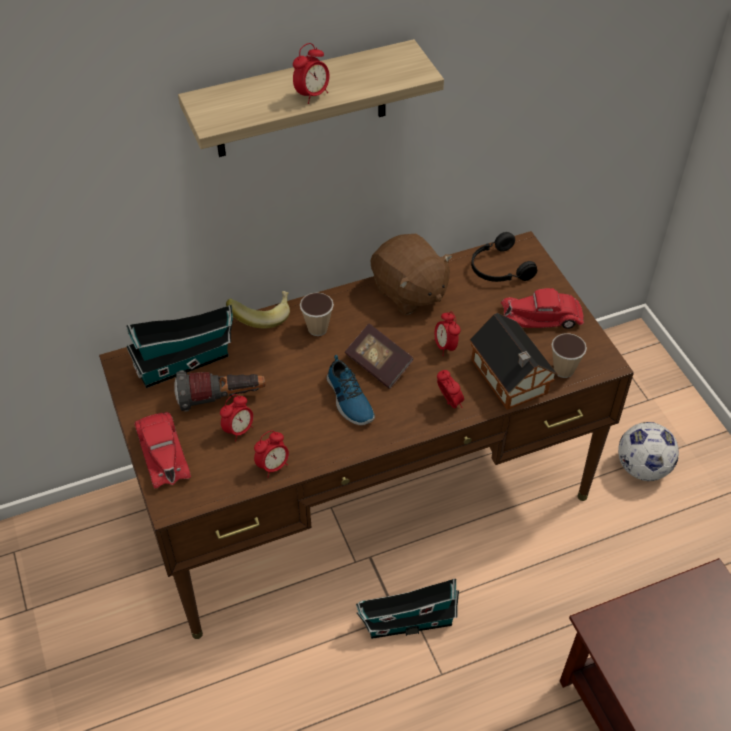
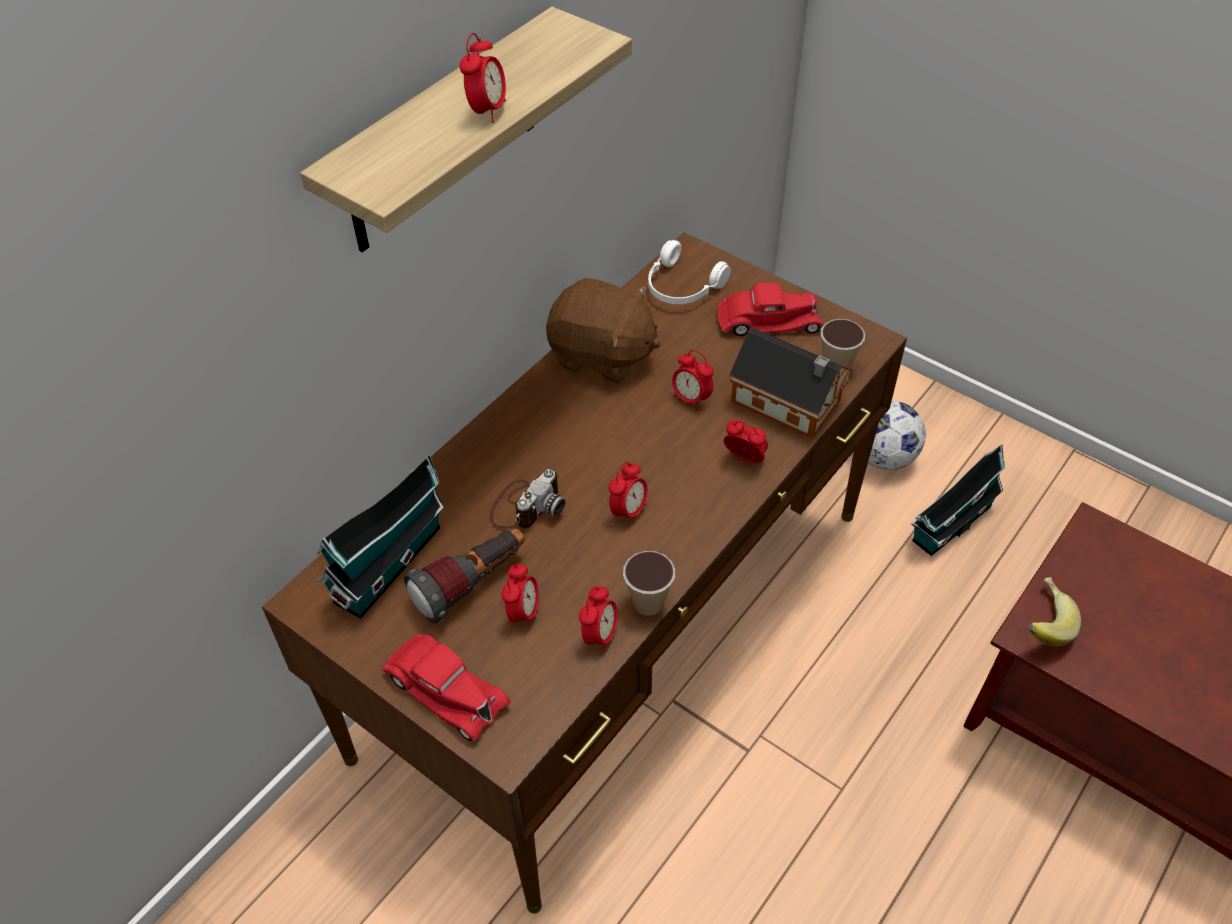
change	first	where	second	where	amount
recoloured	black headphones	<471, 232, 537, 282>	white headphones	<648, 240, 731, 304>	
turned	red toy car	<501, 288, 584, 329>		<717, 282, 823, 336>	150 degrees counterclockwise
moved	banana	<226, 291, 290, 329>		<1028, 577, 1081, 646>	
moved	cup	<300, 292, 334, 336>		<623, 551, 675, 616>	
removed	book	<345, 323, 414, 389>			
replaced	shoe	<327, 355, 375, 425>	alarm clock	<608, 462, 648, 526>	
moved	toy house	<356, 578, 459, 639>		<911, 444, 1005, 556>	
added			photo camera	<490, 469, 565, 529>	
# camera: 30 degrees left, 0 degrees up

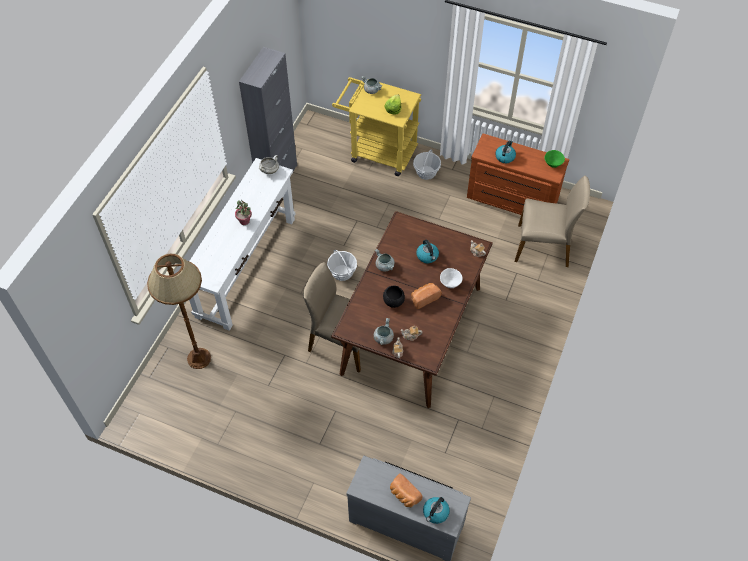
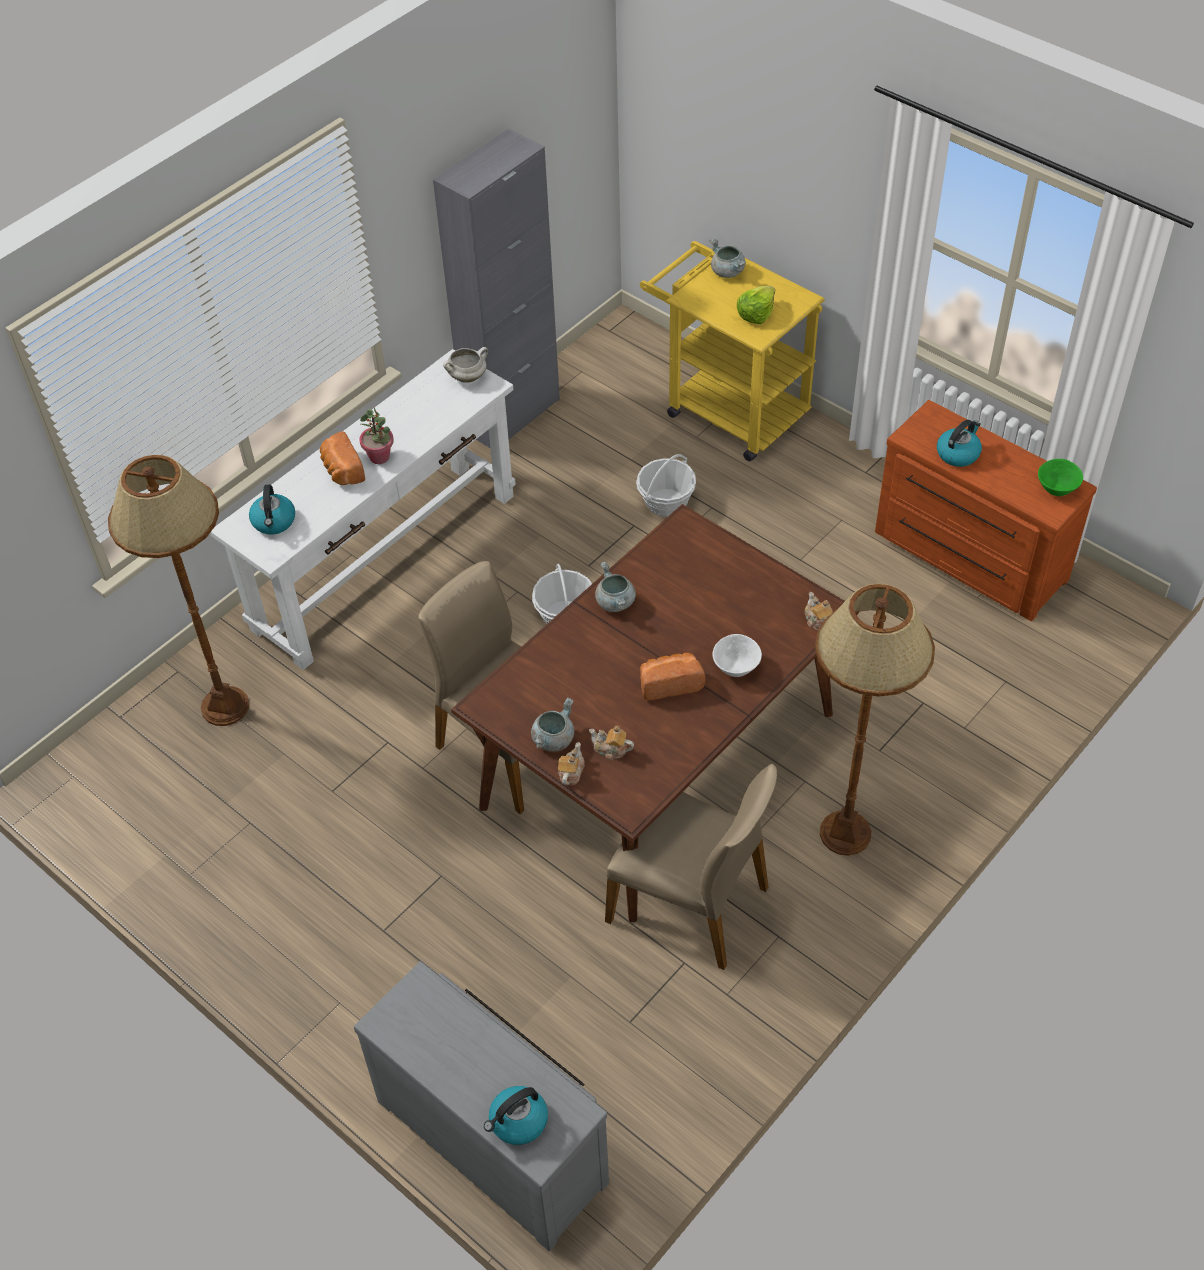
change	first	where	second	where	amount
moved	basket	<413, 150, 441, 180>		<636, 454, 696, 517>	
moved	beige chair	<515, 175, 590, 267>		<605, 764, 777, 970>	
moved	kettle	<416, 240, 439, 263>		<249, 484, 295, 535>	
removed	black bowl	<383, 286, 405, 308>			
moved	bread	<390, 473, 423, 507>		<320, 431, 365, 485>	
added			brown floor lamp	<815, 584, 935, 856>	
# camera: 20 degrees right, 5 degrees down

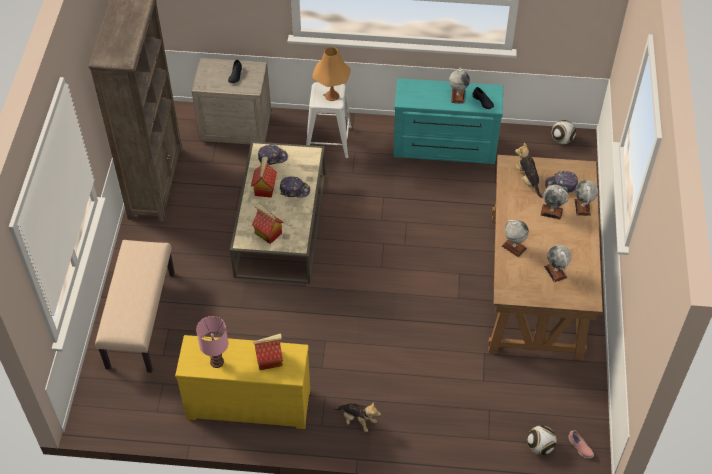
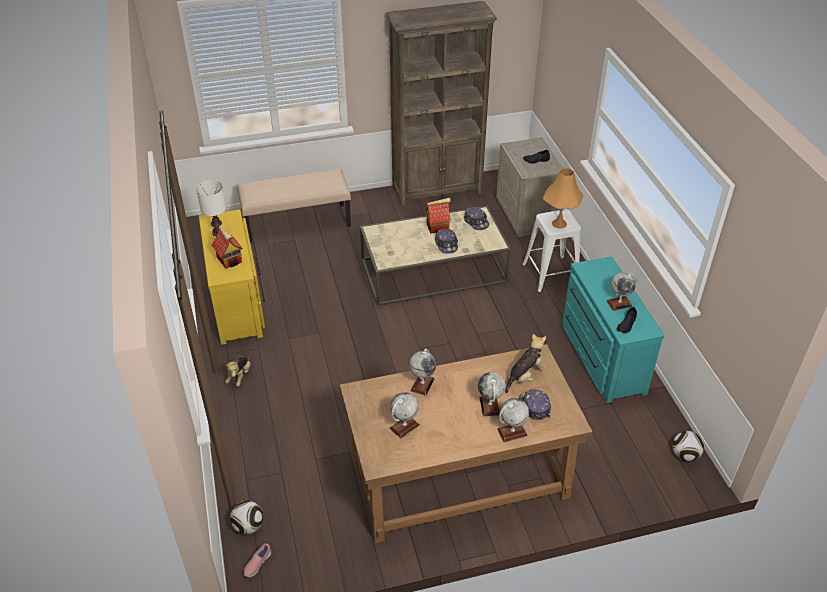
change	first	where	second	where	amount
removed	toy house	<252, 203, 284, 244>			
recoloured	pink table lamp	<196, 316, 228, 368>	white table lamp	<196, 180, 226, 236>	
# camera: 70 degrees right, 10 degrees down

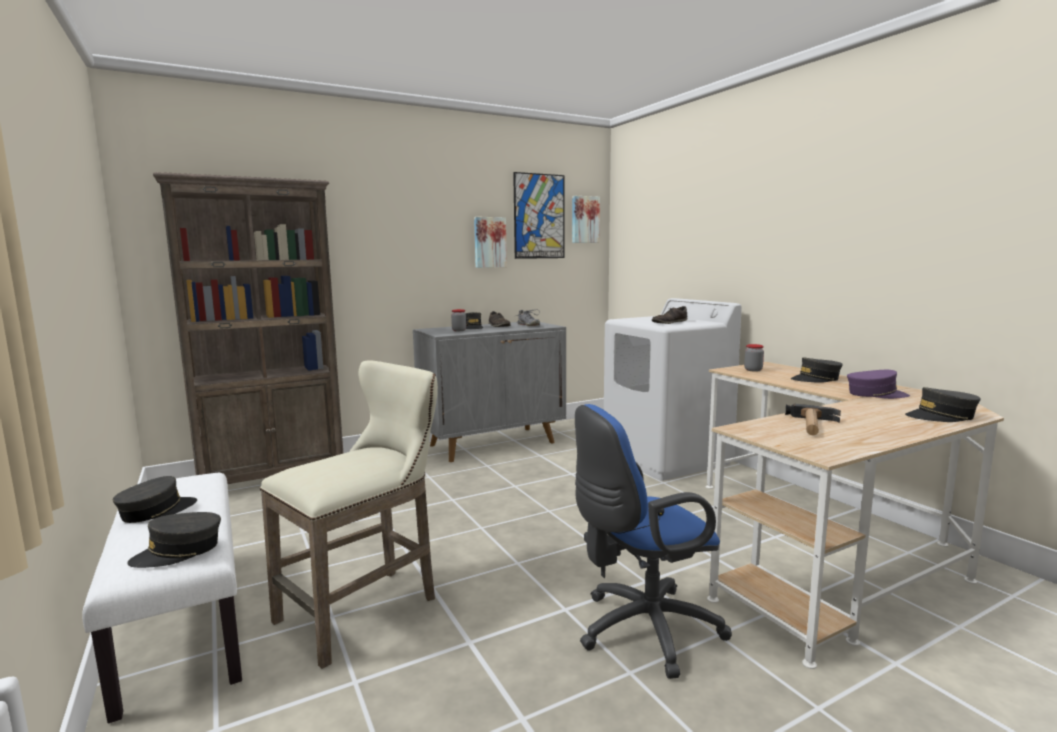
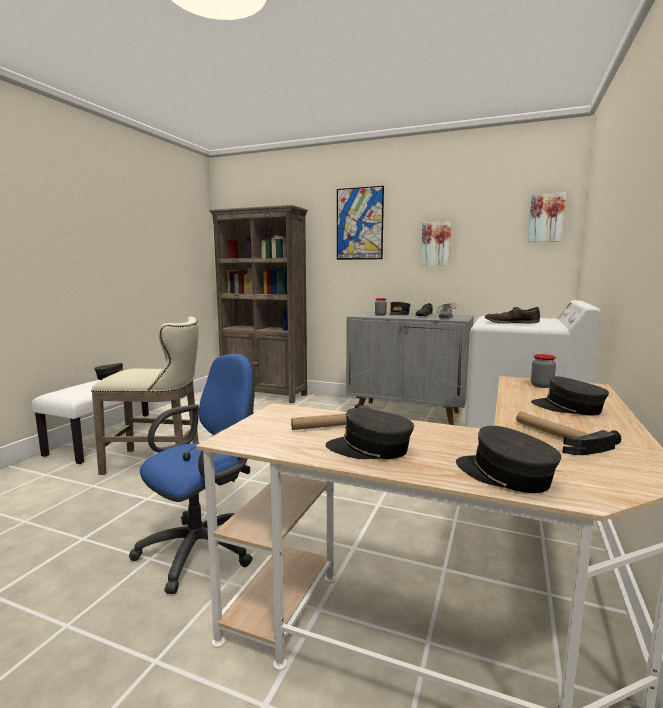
change	first	where	second	where	amount
moved	picture	<513, 172, 565, 259>		<337, 186, 384, 260>	
replaced	purple cap	<847, 370, 910, 399>	hammer	<516, 412, 621, 455>	
turned	blue office chair	<575, 404, 732, 679>		<129, 354, 255, 594>	105 degrees clockwise
moved	grey cap	<127, 512, 221, 568>		<326, 408, 414, 459>	
# camera: 50 degrees right, 0 degrees up

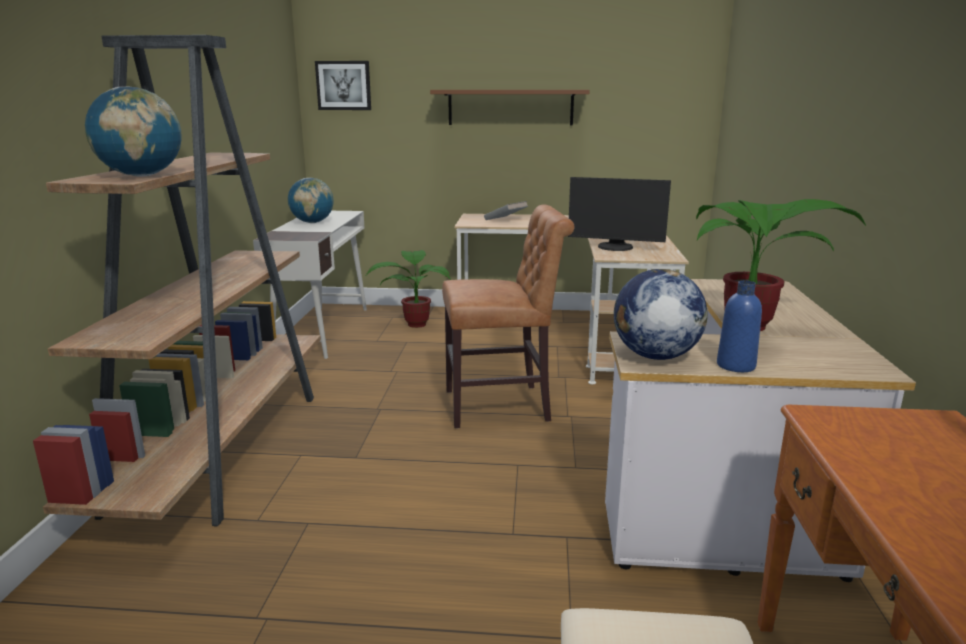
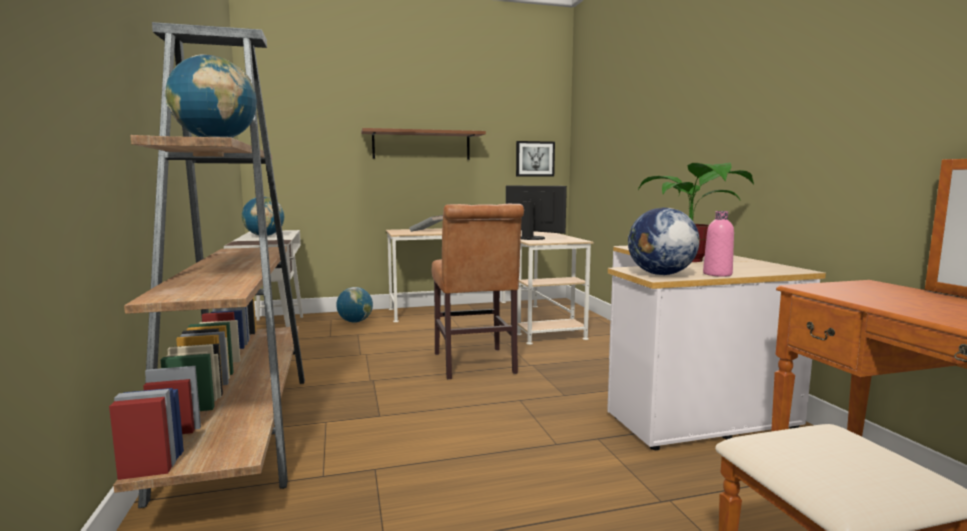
change	first	where	second	where	amount
moved	picture	<315, 61, 371, 110>		<516, 141, 555, 177>	
turned	monitor	<568, 177, 671, 251>		<506, 186, 567, 240>	135 degrees counterclockwise
turned	brown chair	<442, 204, 574, 429>		<432, 204, 524, 380>	105 degrees clockwise
replaced	potted plant	<365, 250, 451, 328>	globe	<336, 287, 373, 323>	
recoloured	blue bottle	<717, 280, 762, 372>	pink bottle	<703, 211, 734, 277>	
# camera: 20 degrees left, 10 degrees down

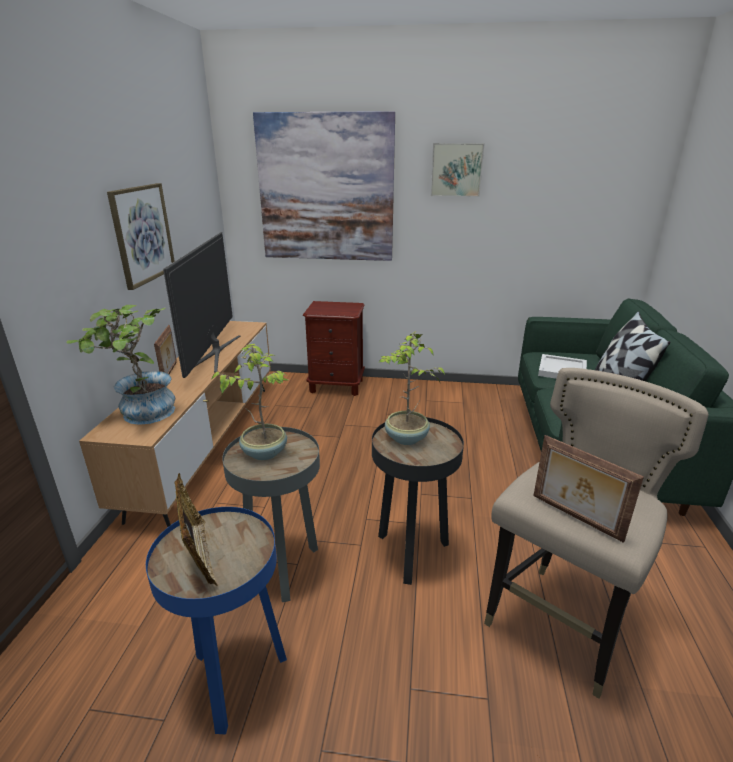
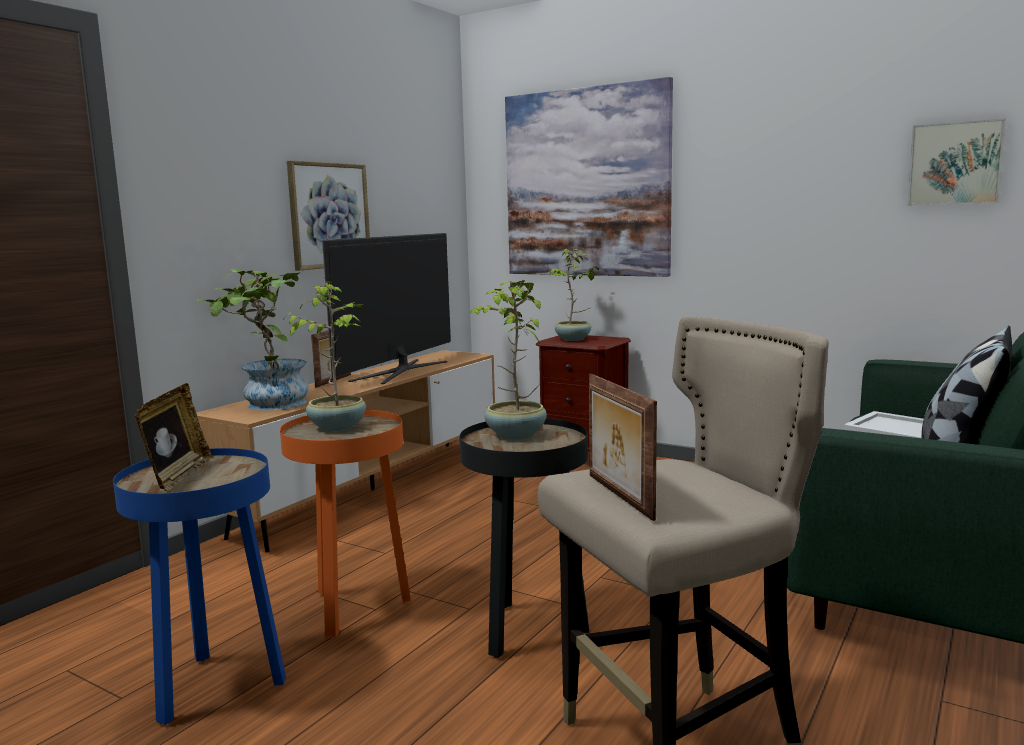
change	first	where	second	where	amount
moved	picture	<430, 143, 485, 197>		<907, 119, 1006, 206>	
recoloured	grey side table	<222, 427, 320, 602>	orange side table	<280, 410, 411, 638>	
added			potted plant	<549, 249, 599, 341>	
# camera: 25 degrees right, 15 degrees down

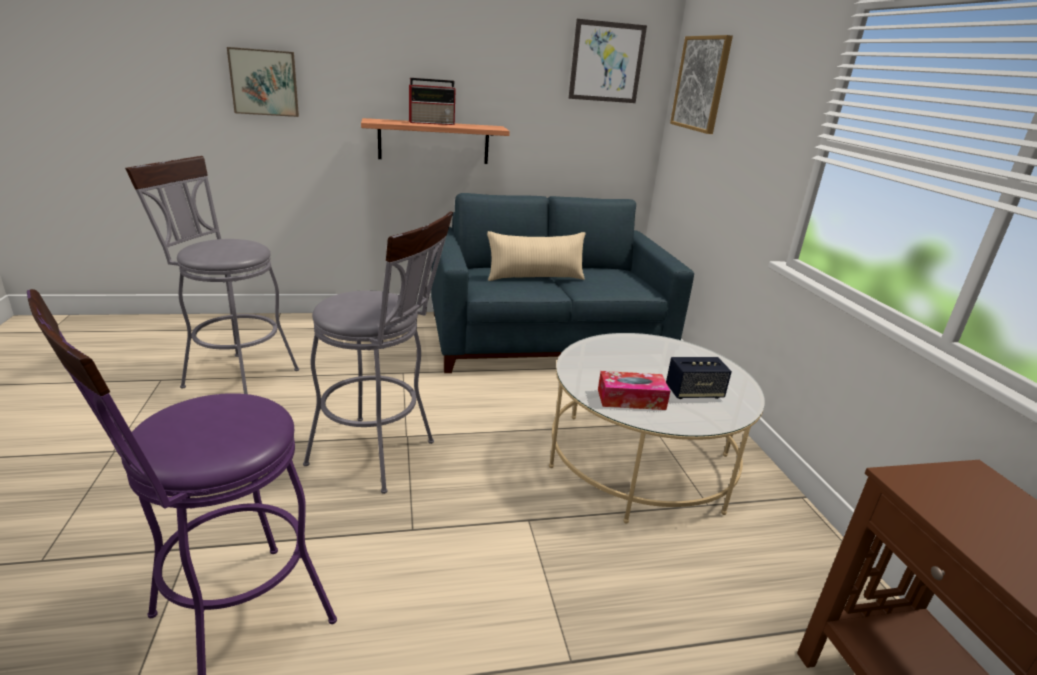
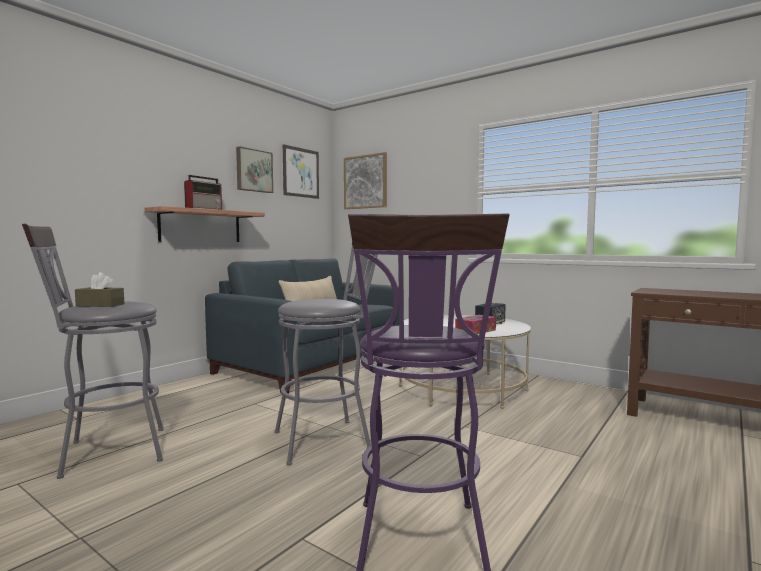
change	first	where	second	where	amount
moved	picture	<227, 47, 299, 117>		<236, 146, 273, 193>	
added			brown tissue box	<75, 272, 124, 307>	
# camera: 40 degrees left, 20 degrees down

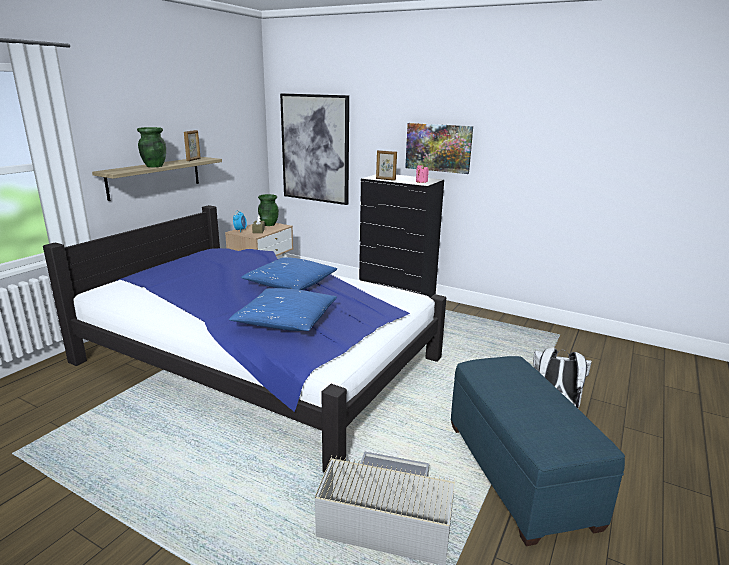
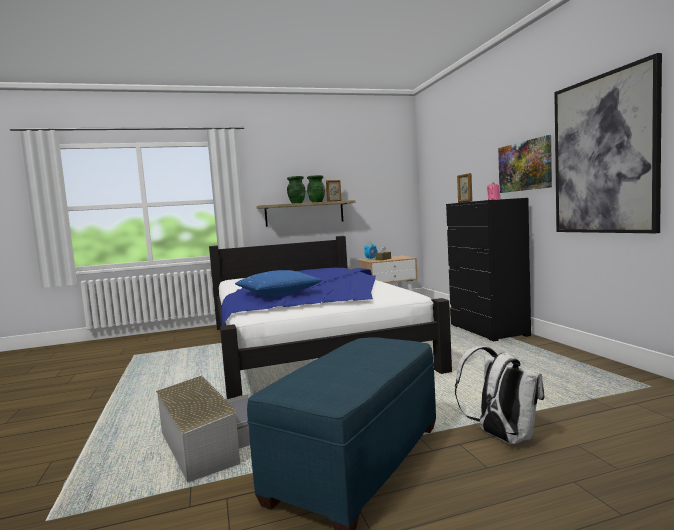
change	first	where	second	where	amount
moved	picture	<280, 93, 349, 205>		<554, 53, 662, 233>	
moved	green vase	<258, 194, 279, 226>		<307, 175, 325, 202>	
removed	blue pillow	<241, 258, 337, 290>			
# camera: 45 degrees right, 15 degrees down

